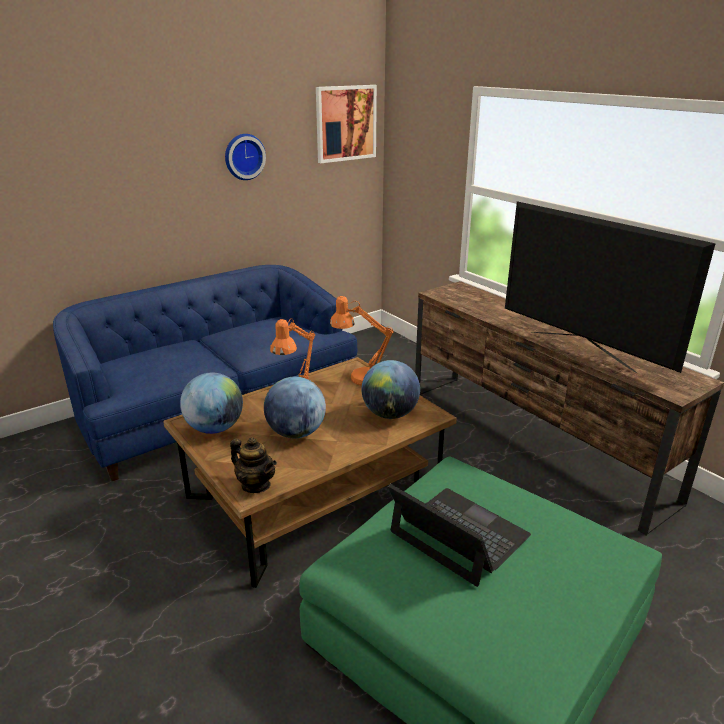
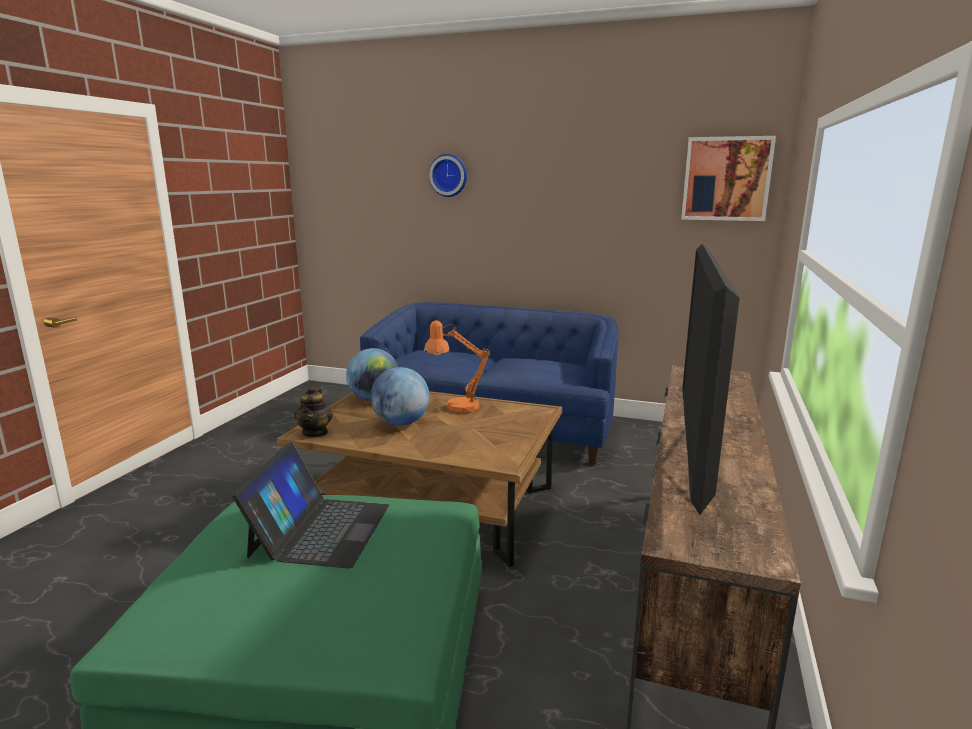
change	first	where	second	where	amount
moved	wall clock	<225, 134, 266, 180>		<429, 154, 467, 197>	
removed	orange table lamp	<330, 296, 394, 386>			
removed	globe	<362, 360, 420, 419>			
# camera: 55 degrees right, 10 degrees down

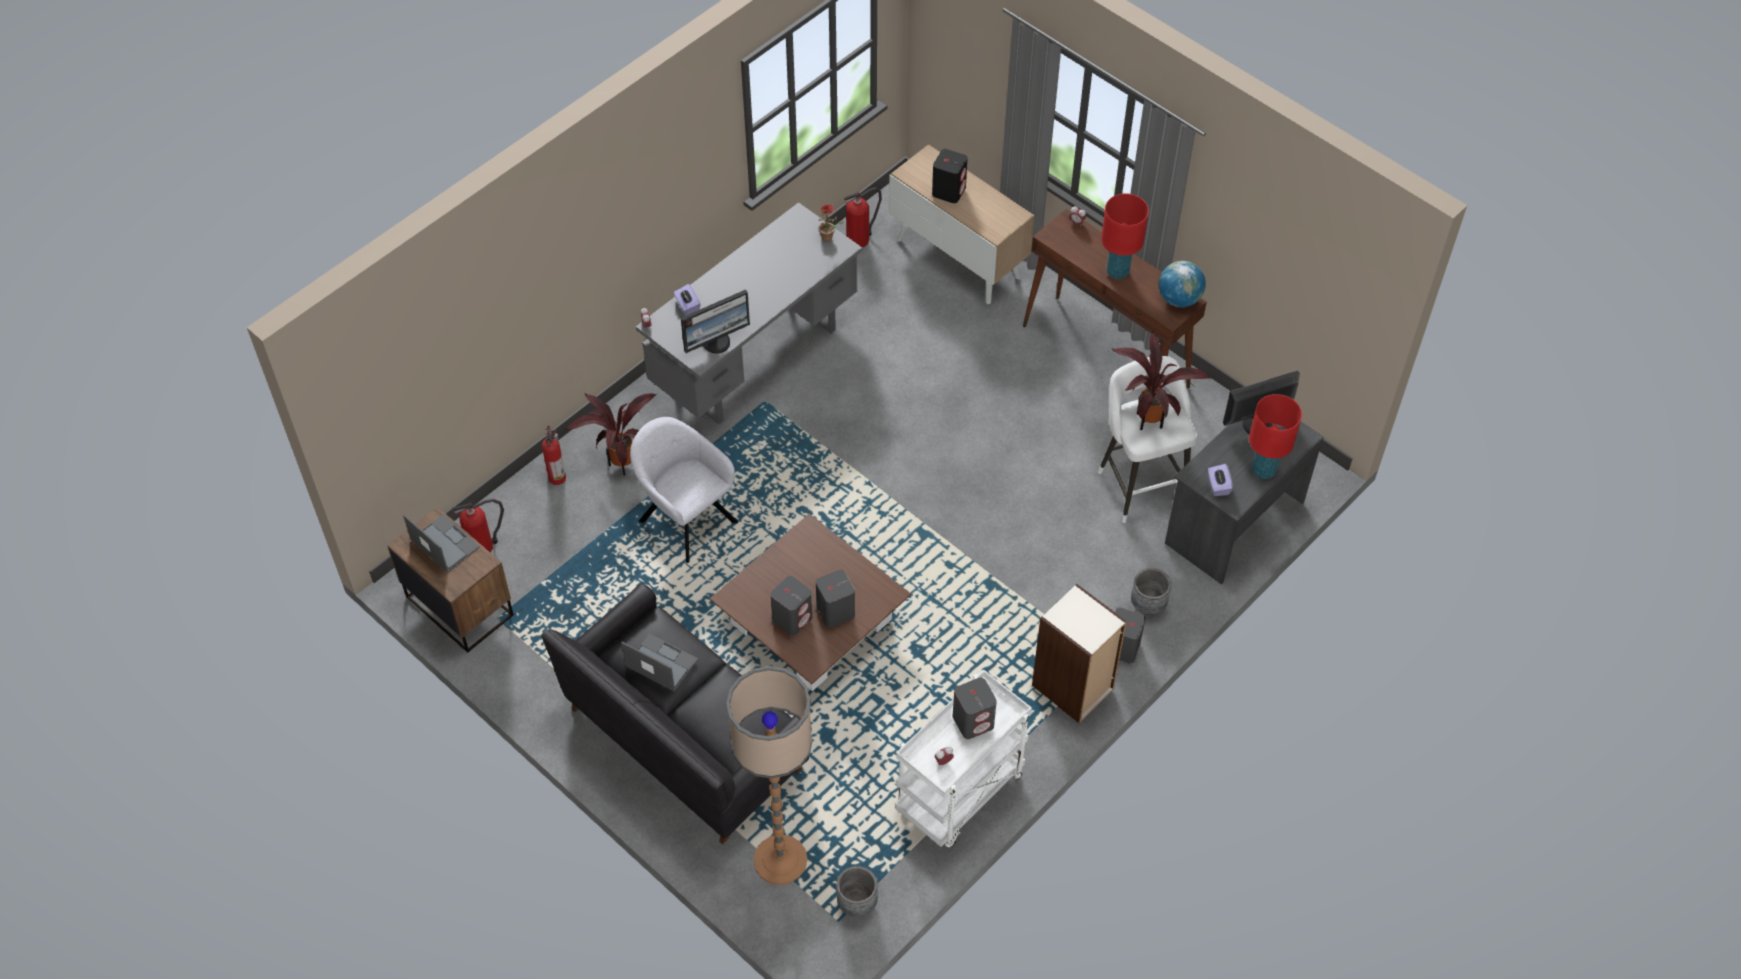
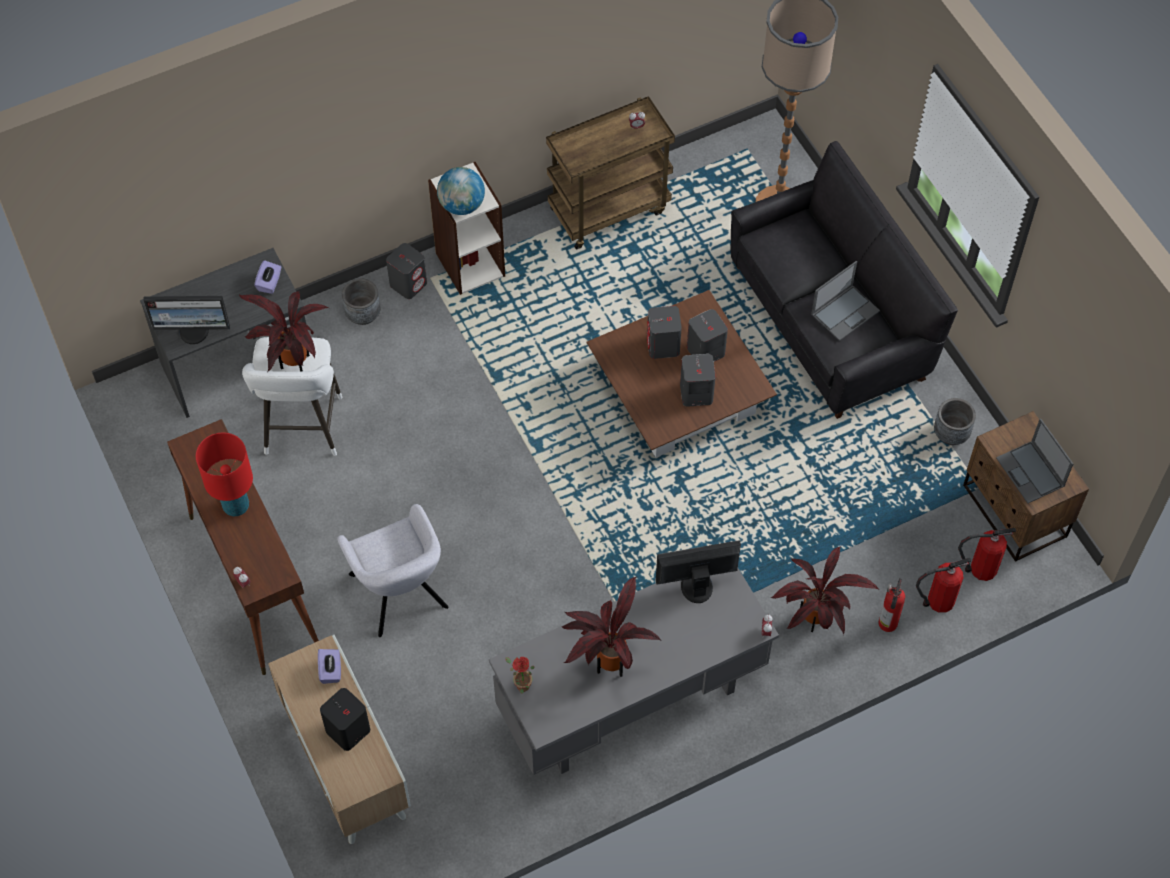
change	first	where	second	where	amount
moved	fire extinguisher	<844, 187, 882, 248>		<916, 558, 971, 613>	
moved	globe	<1159, 261, 1206, 307>		<437, 167, 485, 215>	
moved	purple tissue box	<674, 284, 700, 315>		<318, 649, 341, 684>	
removed	red table lamp	<1249, 394, 1302, 479>			
moved	grey armchair	<630, 417, 738, 563>		<337, 504, 449, 637>	
turned	laptop	<621, 633, 698, 691>		<811, 261, 880, 341>	90 degrees counterclockwise
recoloured	white cart	<895, 670, 1032, 847>	brown cart	<546, 96, 675, 250>	
moved	grey speaker	<953, 678, 997, 739>		<680, 354, 716, 407>	
moved	grey planter	<837, 866, 878, 917>		<934, 398, 976, 445>	
added			potted plant	<561, 577, 661, 677>	
# camera: 160 degrees left, 5 degrees up

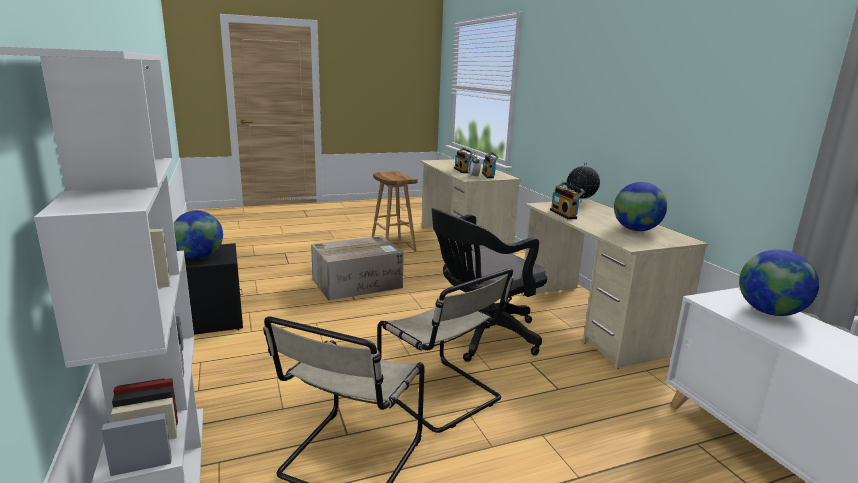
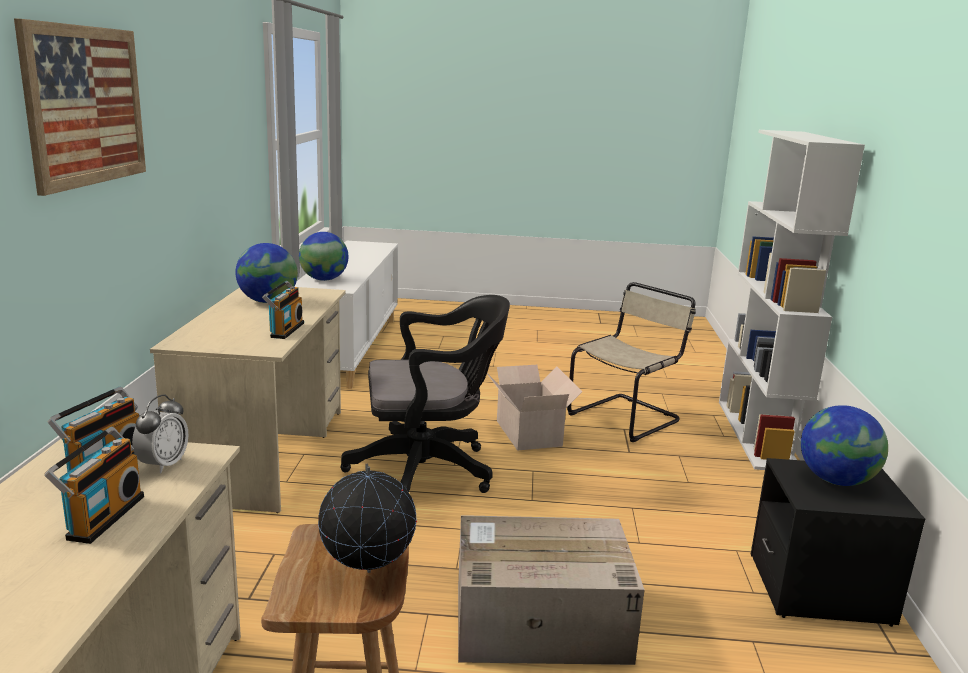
change	first	where	second	where	amount
moved	globe	<566, 162, 600, 203>		<318, 464, 417, 573>	
replaced	beige chair	<377, 268, 513, 433>	cardboard box	<487, 365, 583, 451>	
added			picture	<14, 18, 146, 196>	
# camera: 155 degrees left, 0 degrees up

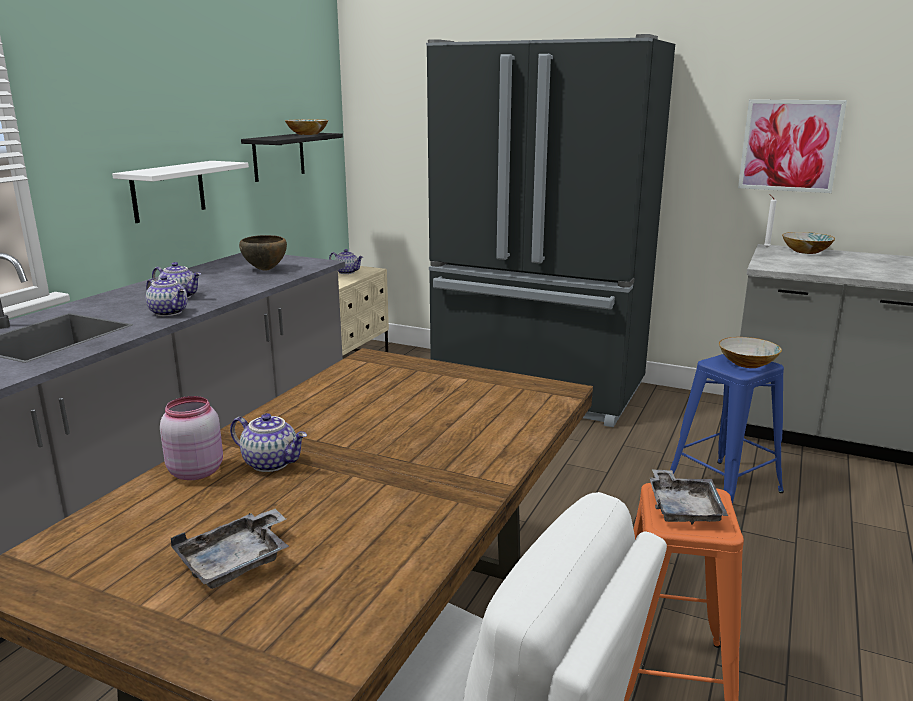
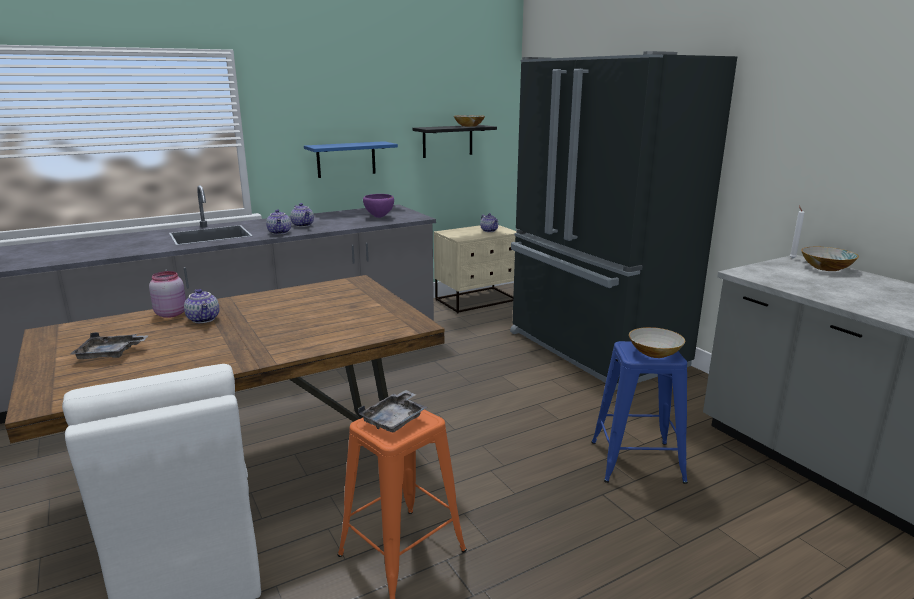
change	first	where	second	where	amount
removed	picture	<738, 99, 847, 193>			
recoloured	white shelf	<112, 161, 249, 223>	blue shelf	<304, 141, 398, 178>	
recoloured	brown bowl	<239, 235, 287, 271>	purple bowl	<363, 194, 394, 218>	
# camera: 35 degrees right, 0 degrees up

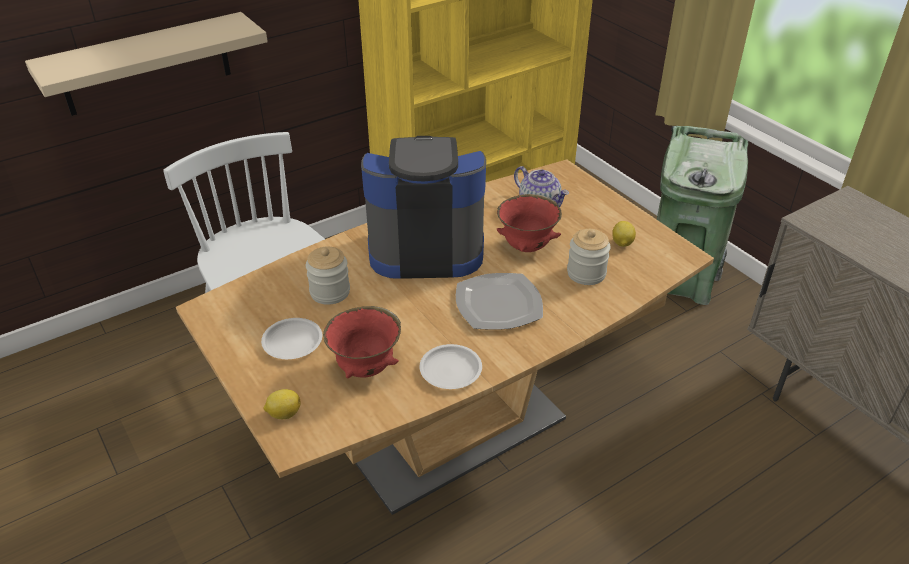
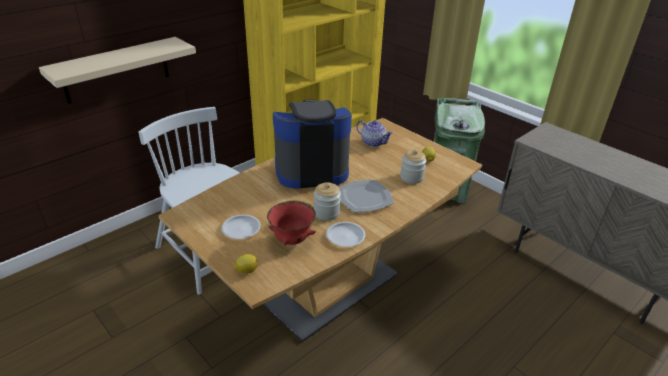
change	first	where	second	where	amount
removed	red bowl	<497, 194, 562, 252>			
moved	jar	<306, 246, 350, 305>		<314, 182, 341, 221>	
# camera: 10 degrees left, 5 degrees down

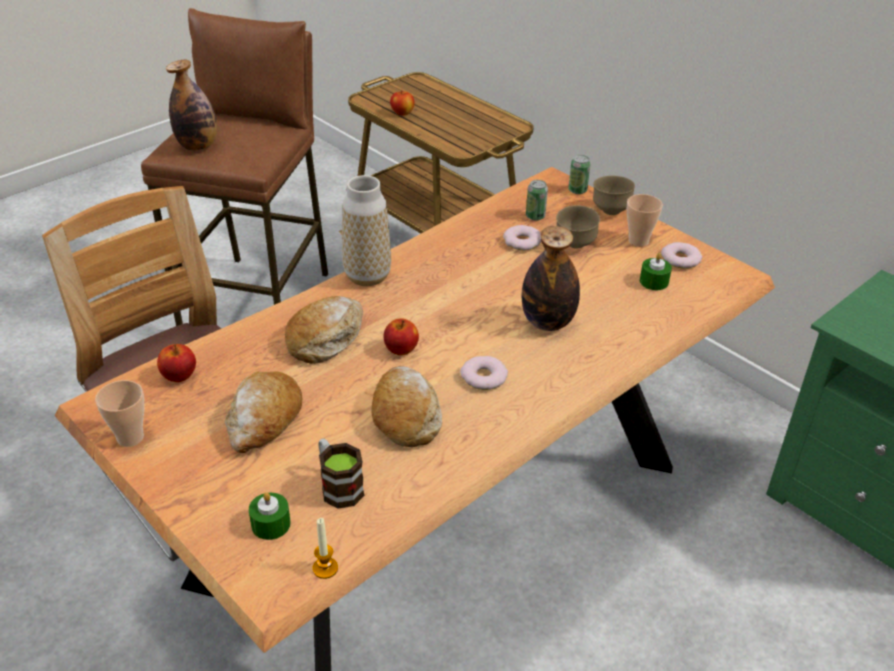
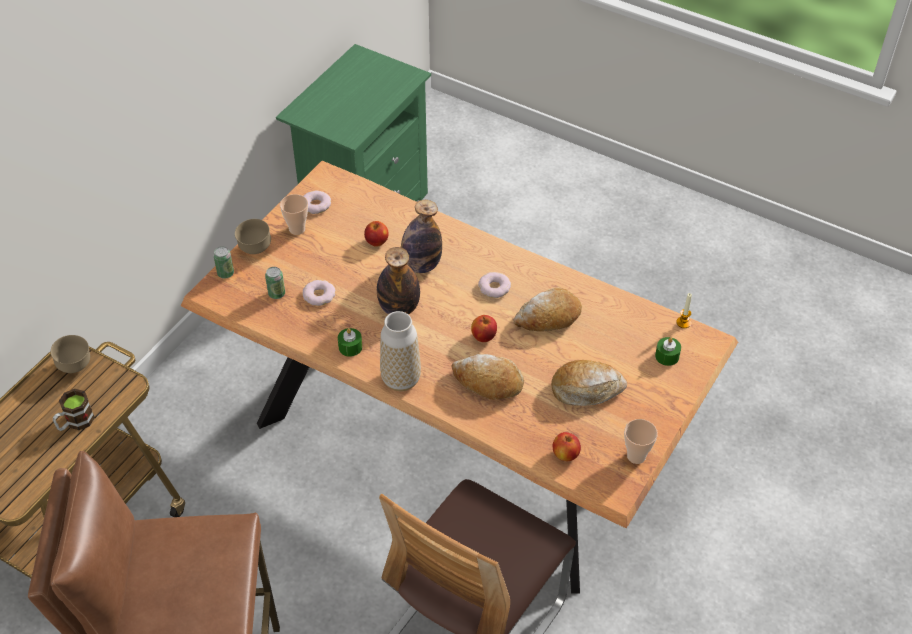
change	first	where	second	where	amount
moved	bottle	<166, 60, 217, 150>		<377, 247, 420, 315>	
moved	apple	<390, 90, 415, 116>		<364, 221, 389, 247>	
moved	brown bowl	<556, 205, 600, 249>		<51, 335, 90, 373>	
moved	green candle	<640, 253, 672, 290>		<338, 328, 362, 357>	
moved	mug	<318, 438, 364, 509>		<53, 389, 95, 431>	
# camera: 105 degrees left, 10 degrees up

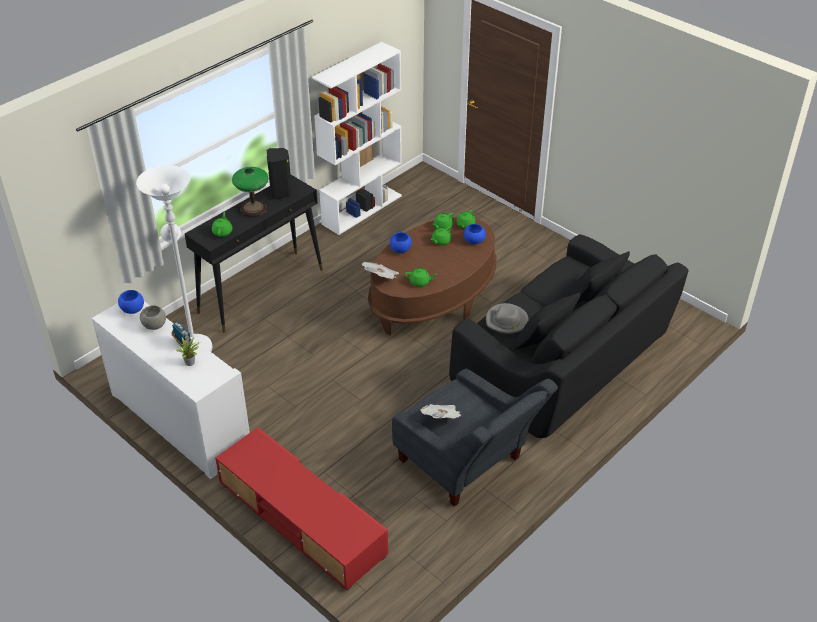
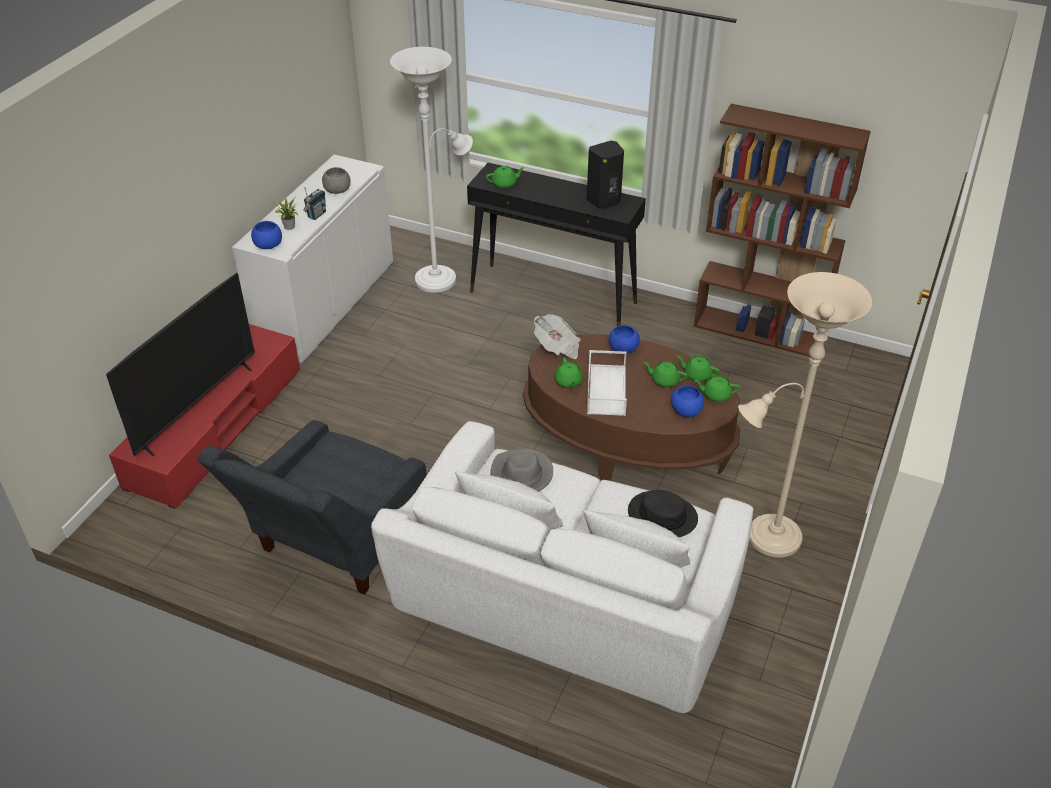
change	first	where	second	where	amount
recoloured	white bookcase	<312, 42, 402, 235>	brown bookcase	<694, 104, 871, 357>	
removed	table lamp	<232, 167, 269, 217>			
recoloured	black sofa	<449, 234, 688, 438>	white sofa	<371, 421, 753, 713>	
moved	blue bowl	<118, 290, 144, 314>		<251, 221, 282, 249>	
removed	newspaper	<421, 404, 461, 418>			
added			beige floor lamp	<738, 272, 872, 558>	
added			television	<106, 273, 255, 456>	
added			white tray	<587, 350, 627, 416>	
added			black hat	<628, 490, 698, 537>	
# camera: 70 degrees right, 0 degrees up

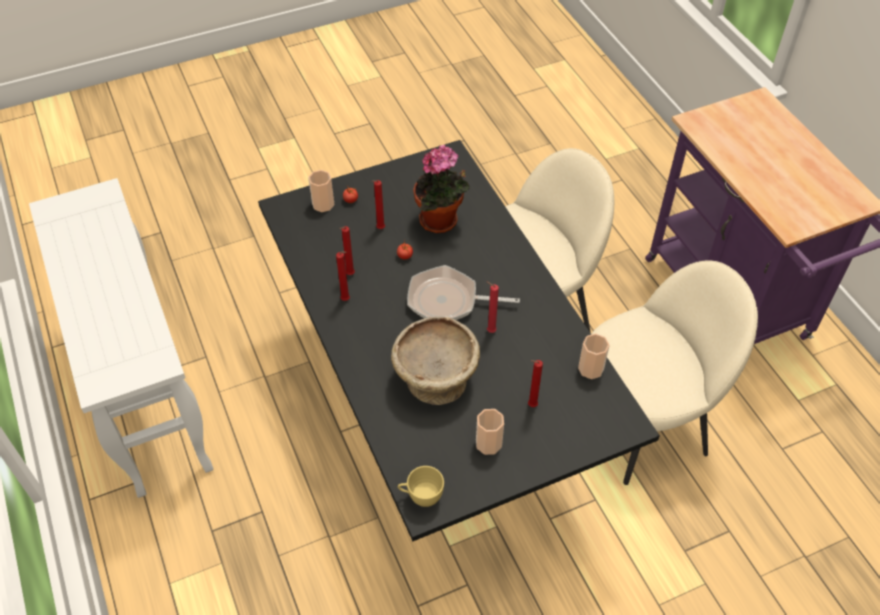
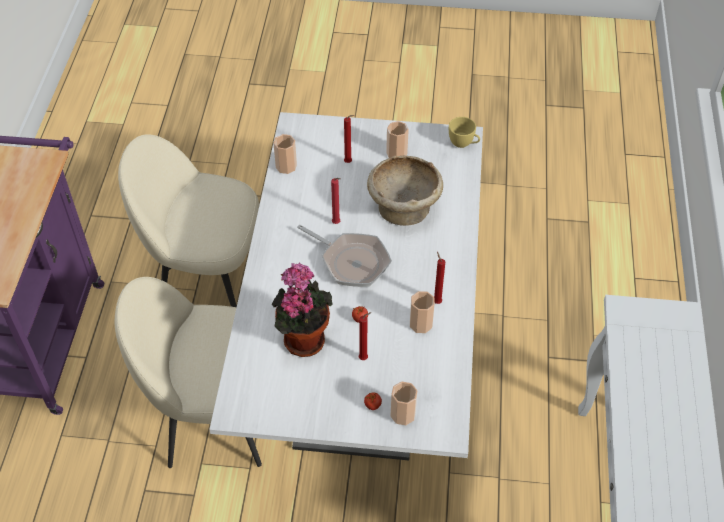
change	first	where	second	where	amount
recoloured	black dining table	<258, 140, 660, 541>	white dining table	<209, 112, 483, 460>	
replaced	red candle	<340, 226, 355, 275>	cup	<410, 291, 435, 333>	
# camera: 150 degrees left, 0 degrees up

